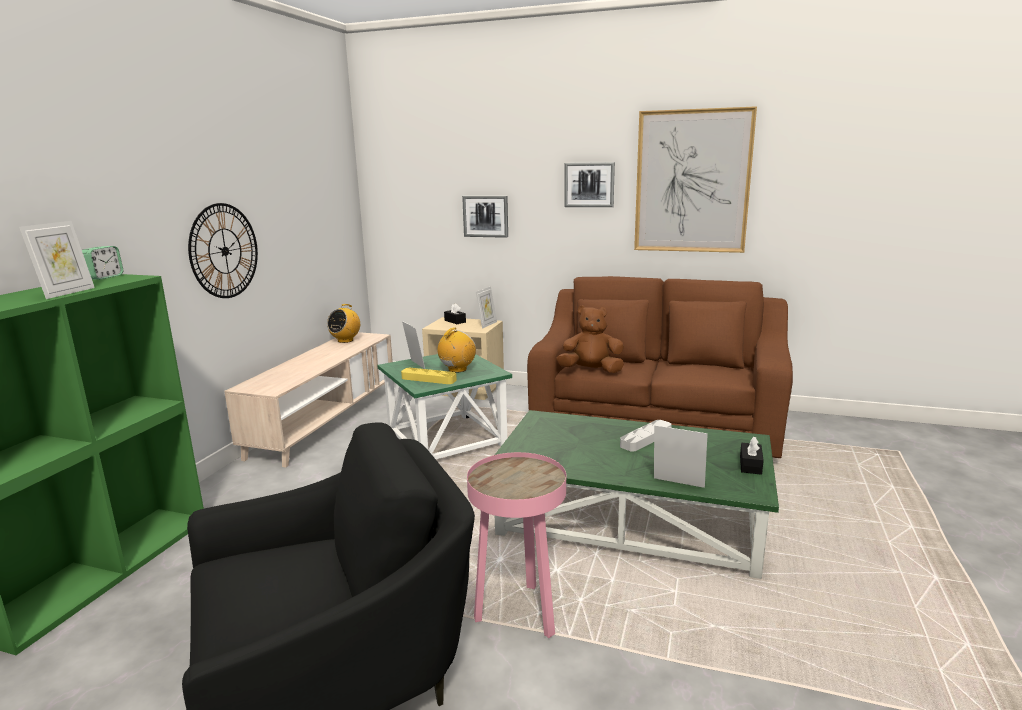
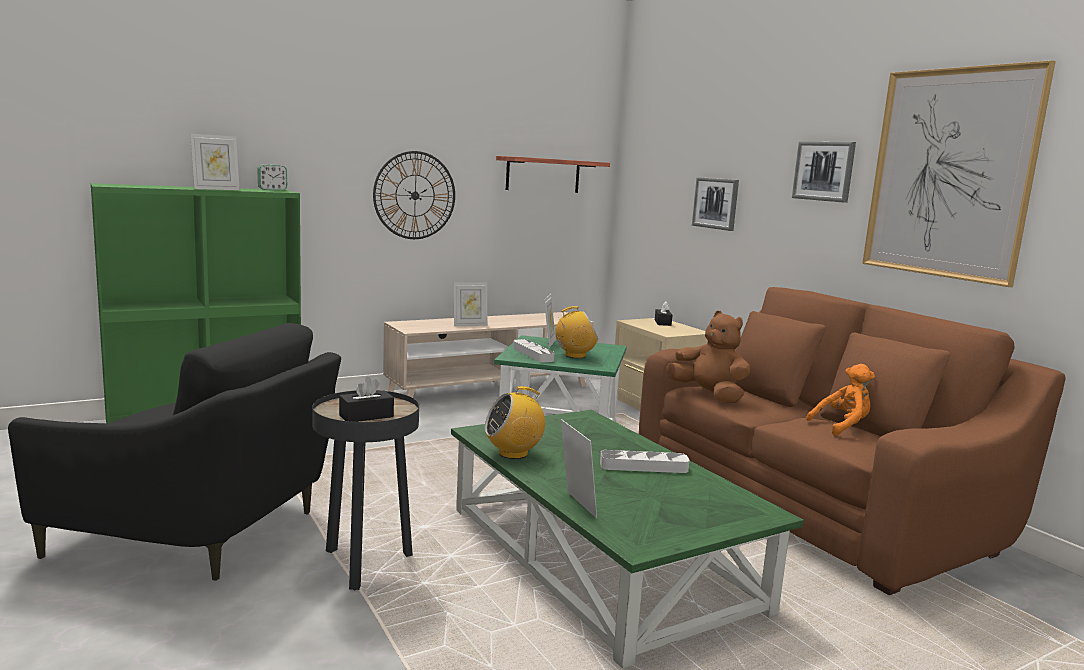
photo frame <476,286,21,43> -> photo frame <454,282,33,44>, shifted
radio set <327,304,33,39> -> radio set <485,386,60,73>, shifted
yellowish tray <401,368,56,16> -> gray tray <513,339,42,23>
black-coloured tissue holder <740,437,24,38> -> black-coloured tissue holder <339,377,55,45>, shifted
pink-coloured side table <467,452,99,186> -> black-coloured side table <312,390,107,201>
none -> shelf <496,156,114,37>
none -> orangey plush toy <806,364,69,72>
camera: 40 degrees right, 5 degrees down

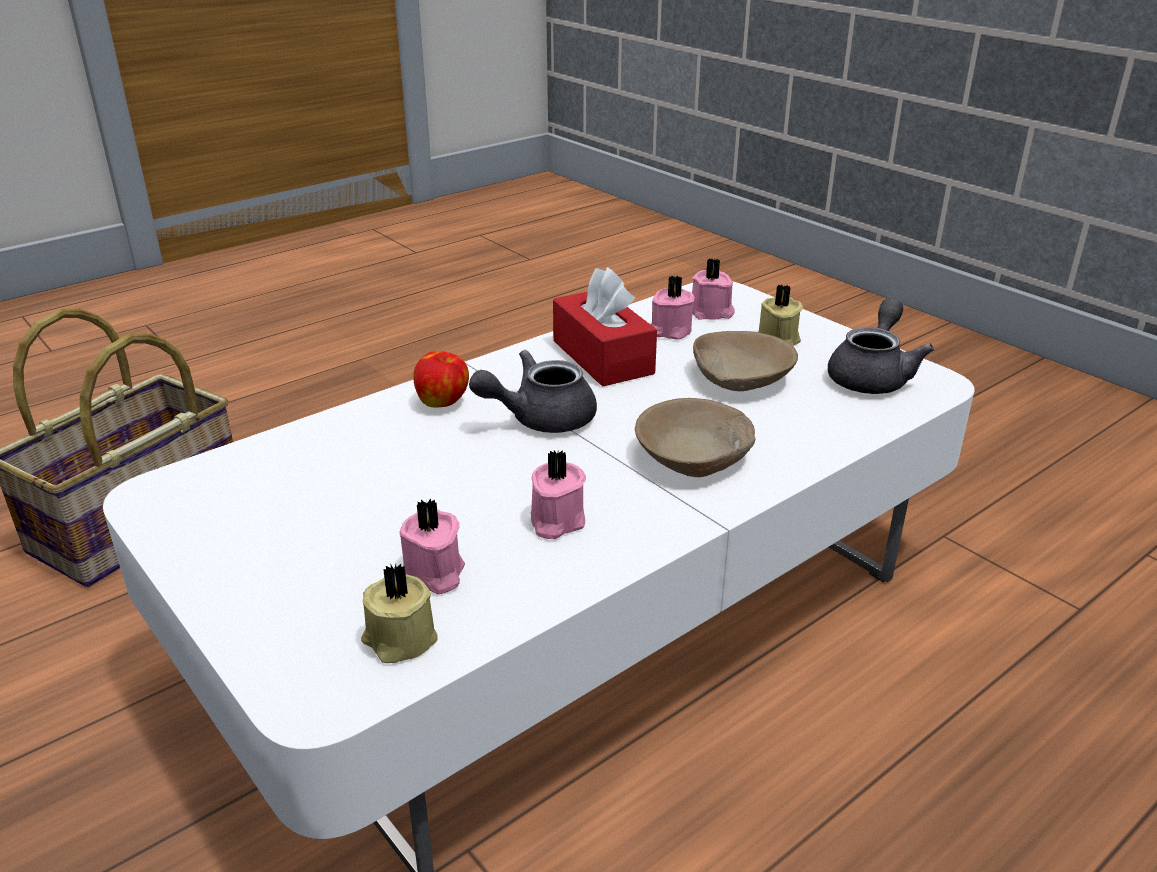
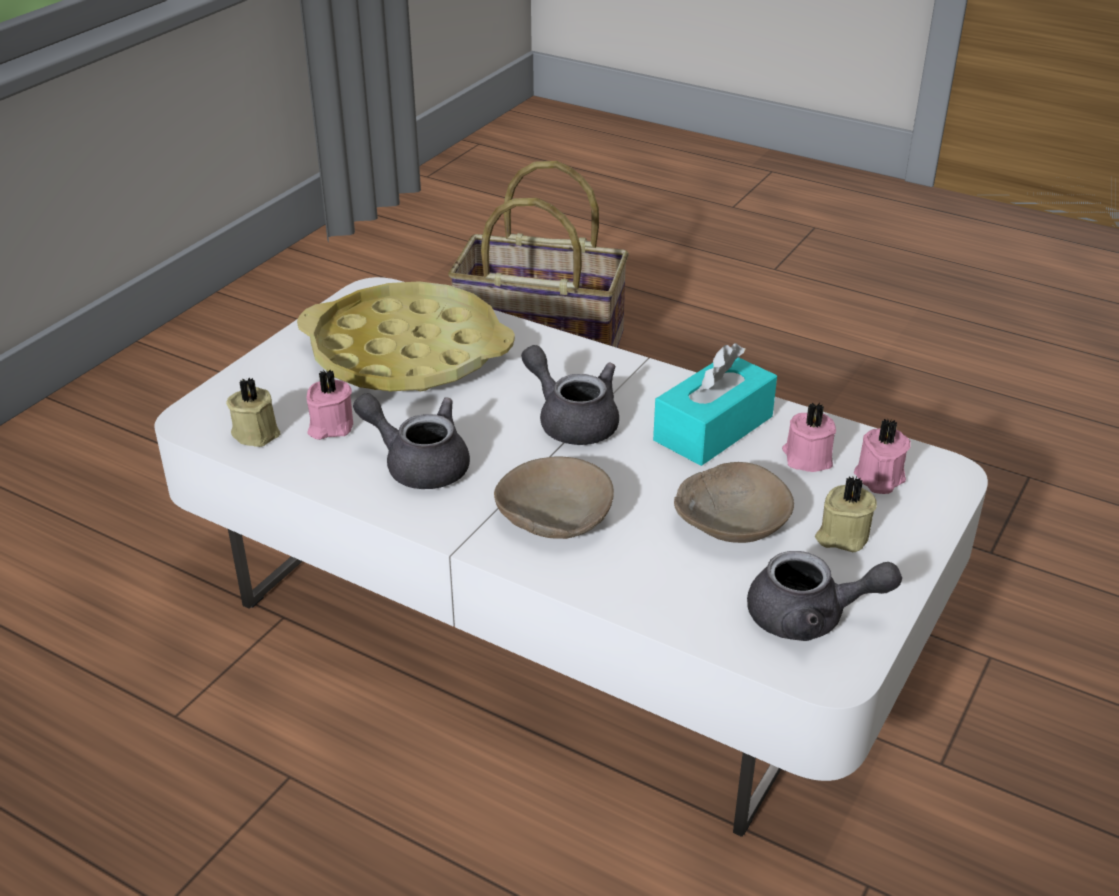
reddish tissue holder <553,267,104,119> -> turquoise tissue holder <653,343,124,123>
apple <413,351,56,57> -> none
pink-coloured wax candle <531,449,55,90> -> gray teapot <353,393,117,96>
none -> yellowish tray <297,281,218,111>
camera: 70 degrees right, 5 degrees up

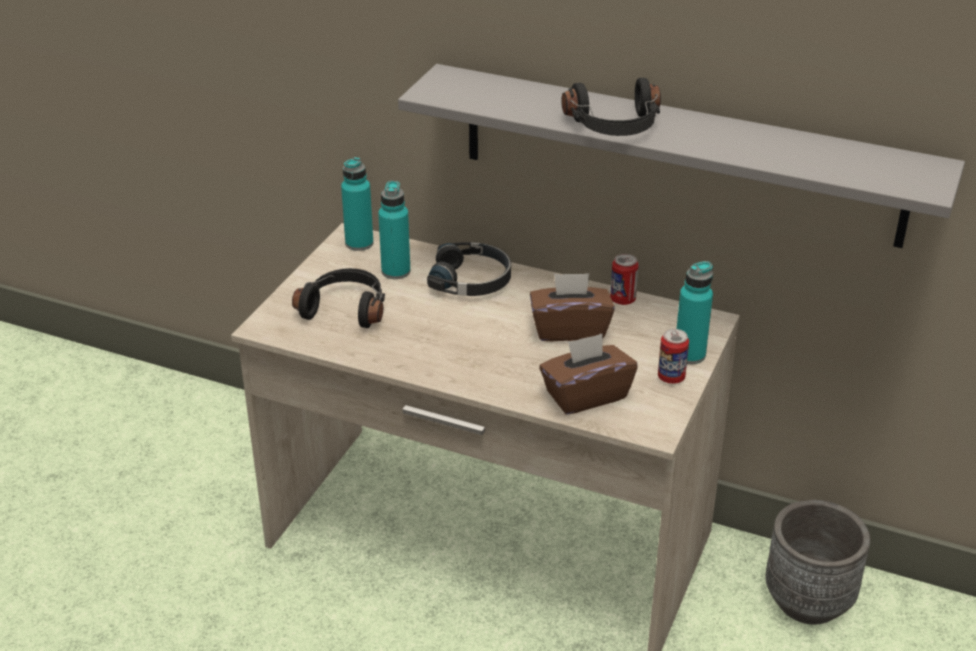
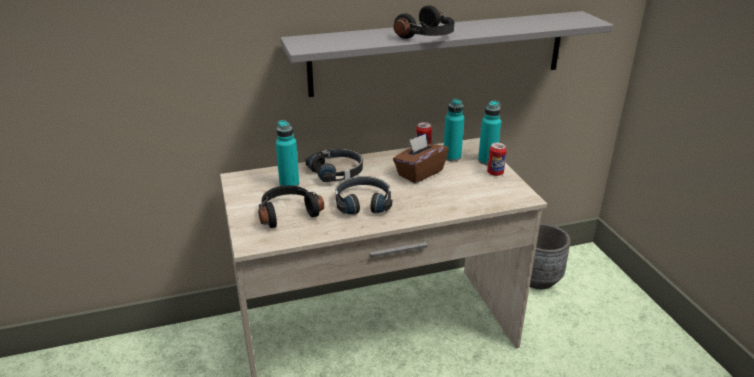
turquoise drink bottle <341,157,32,94> -> turquoise drink bottle <444,98,20,63>, shifted
brown-coloured tissue holder <539,333,99,82> -> none
none -> black-coloured headphones <336,176,56,38>
camera: 40 degrees left, 5 degrees down

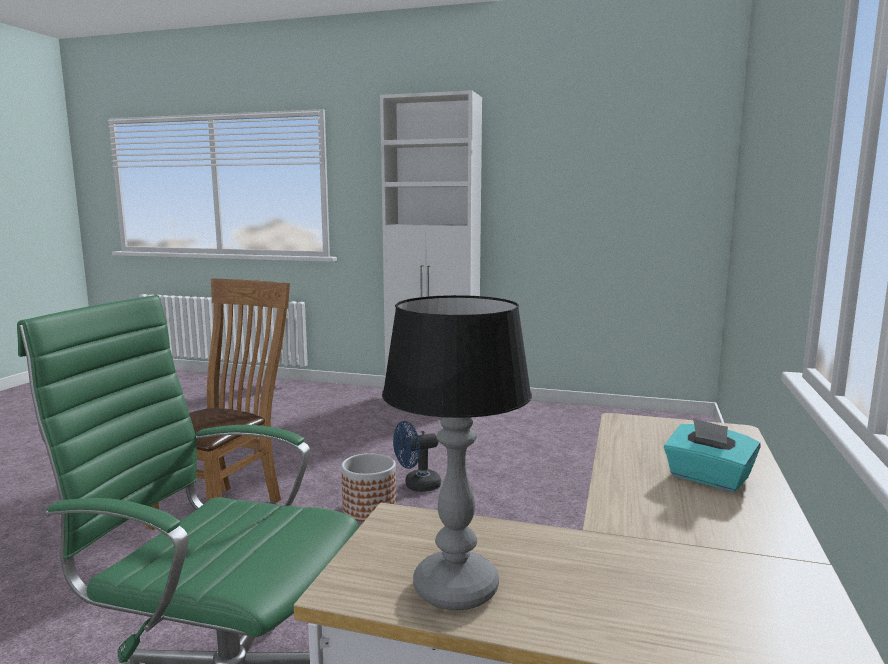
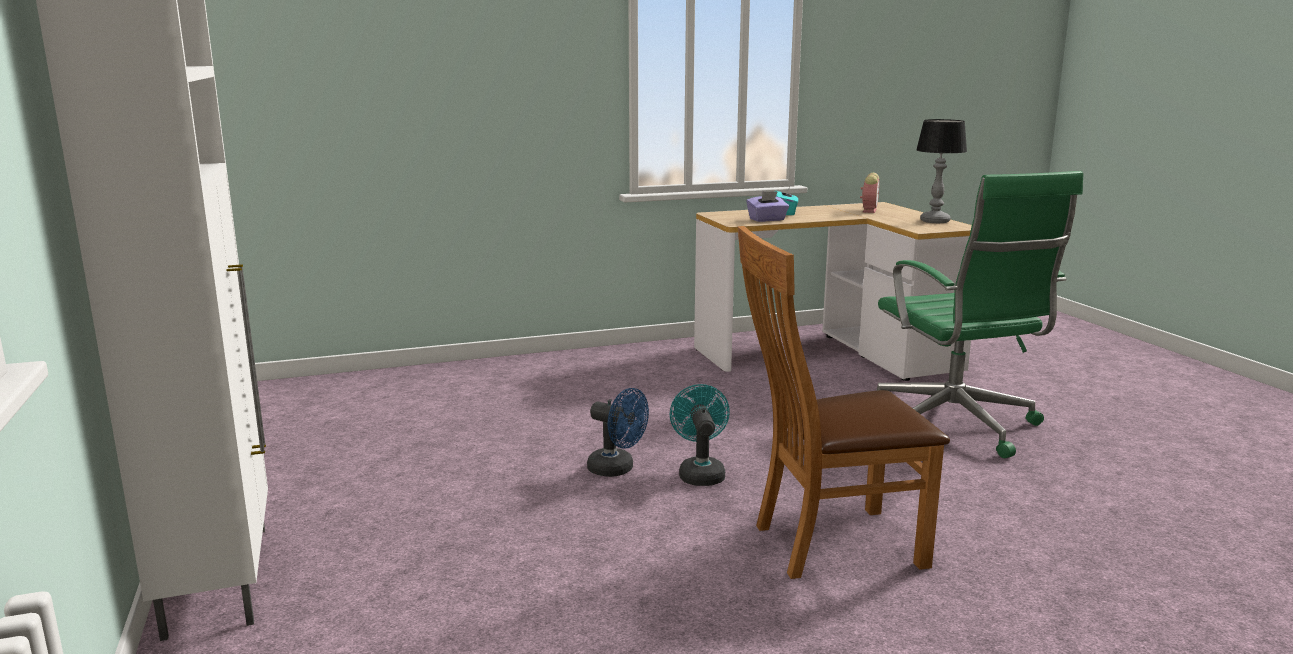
planter <341,453,55,69> -> turquoise fan <670,384,60,102>
none -> alarm clock <860,173,19,40>
none -> purple tissue holder <746,191,43,31>
camera: 125 degrees left, 5 degrees up

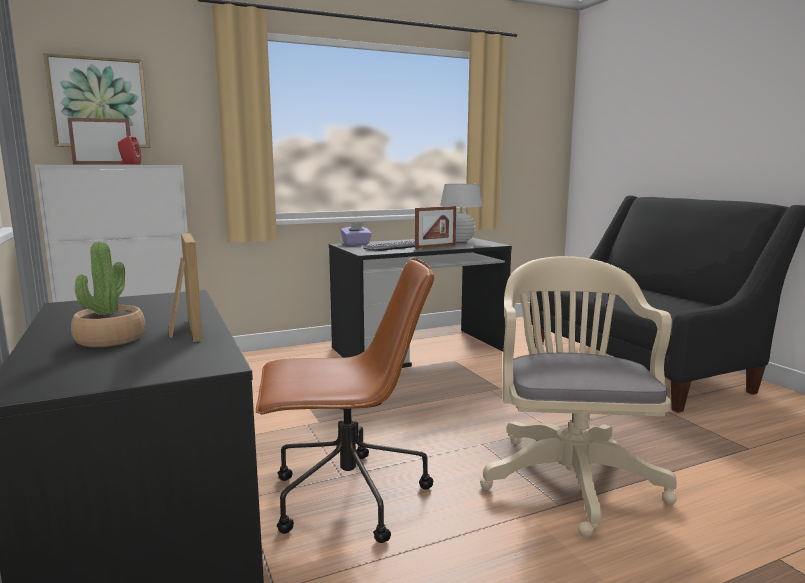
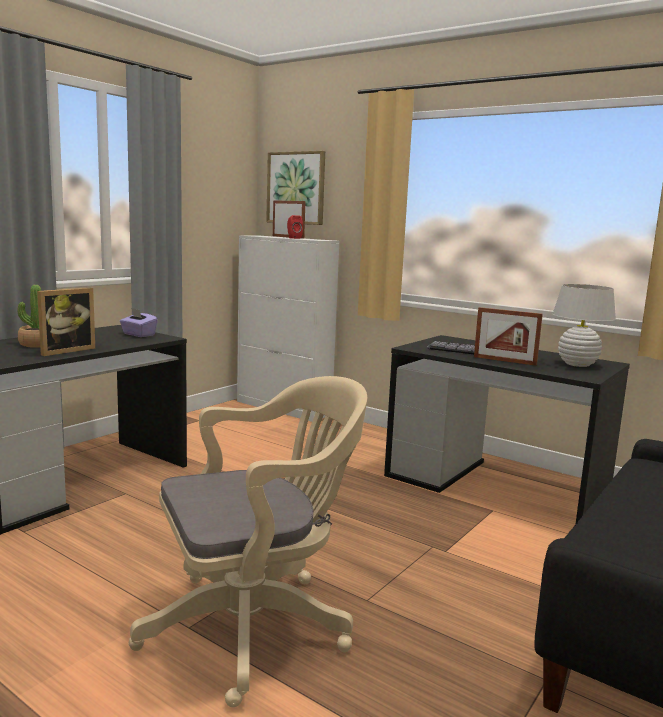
purple tissue holder <340,222,32,23> -> purple tissue holder <120,308,38,29>, shifted
brown-coloured desk chair <256,258,178,285> -> none
camera: 60 degrees right, 0 degrees up

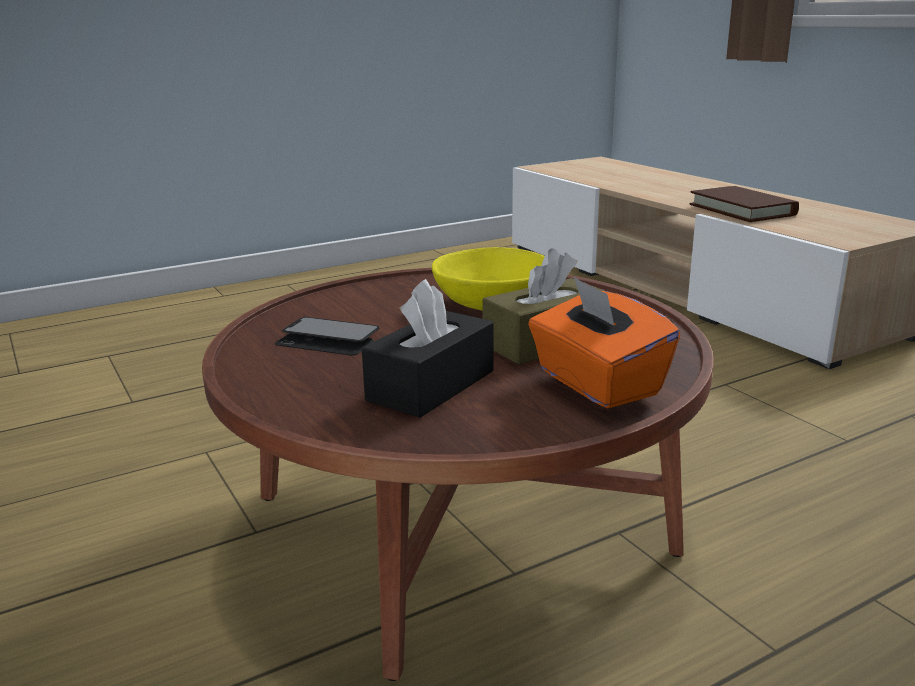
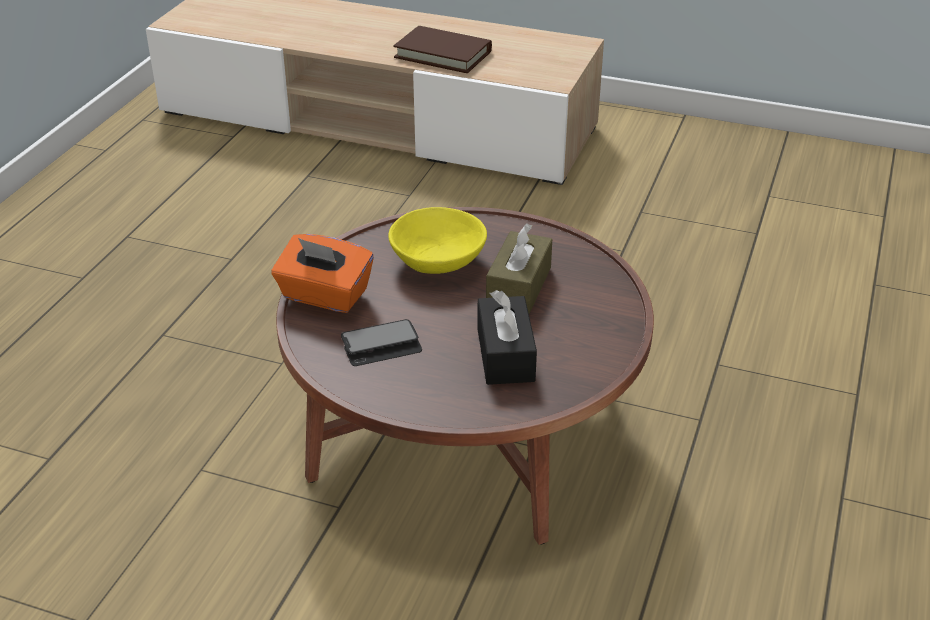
orangey tissue holder <528,277,152,131> -> orangey tissue holder <271,234,103,79>, shifted
camera: 40 degrees left, 15 degrees up

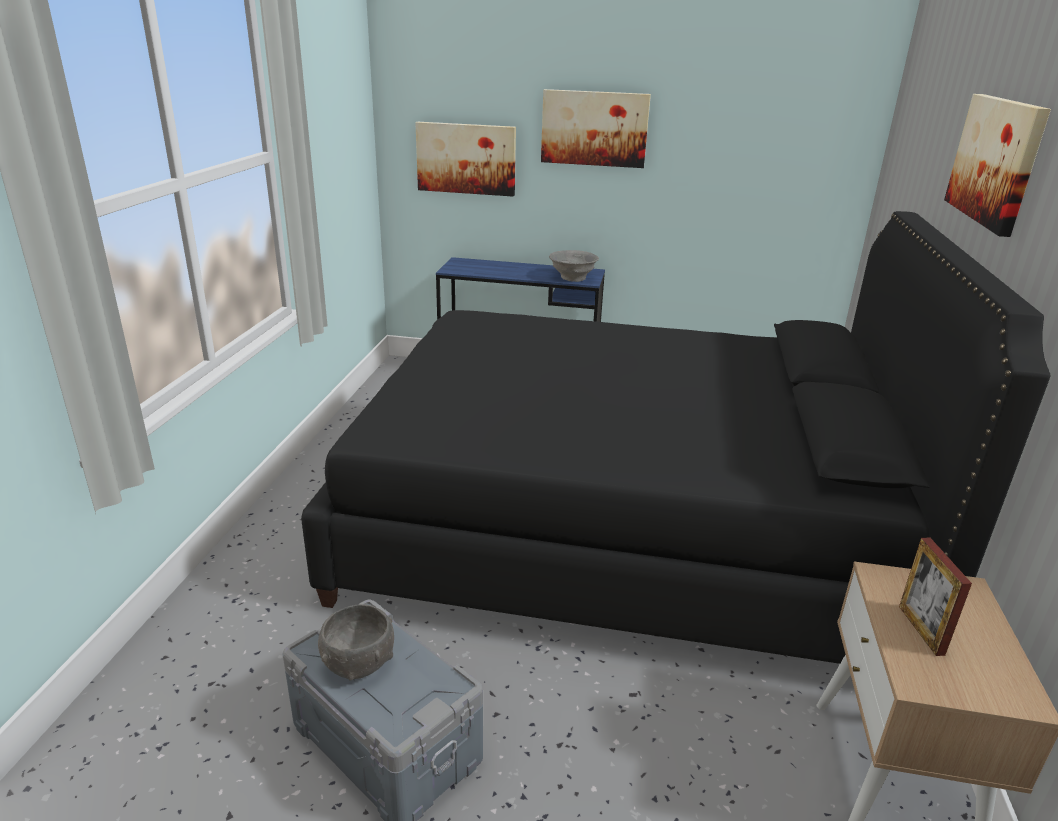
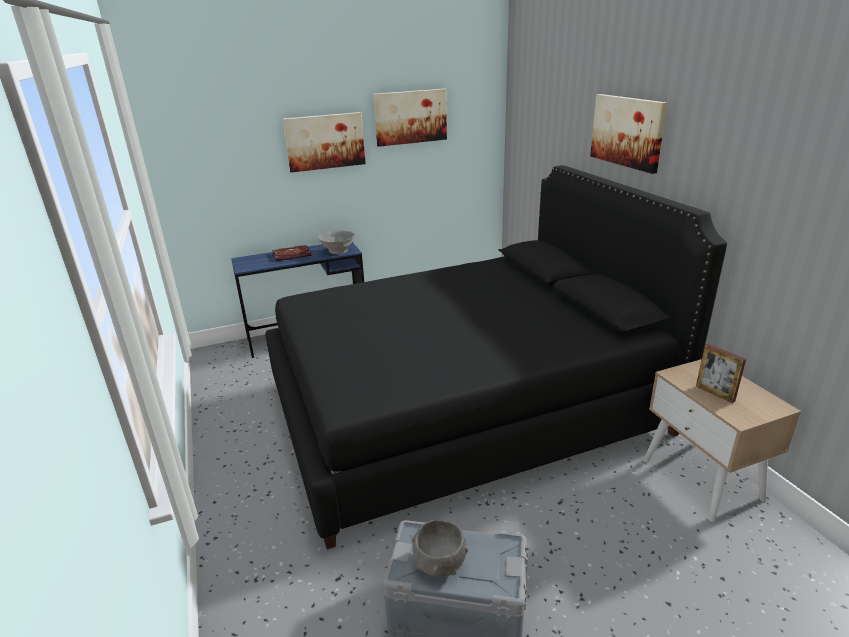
picture <415,122,101,75> -> picture <373,89,74,58>, shifted
none -> book <272,245,40,16>
camera: 30 degrees left, 0 degrees up

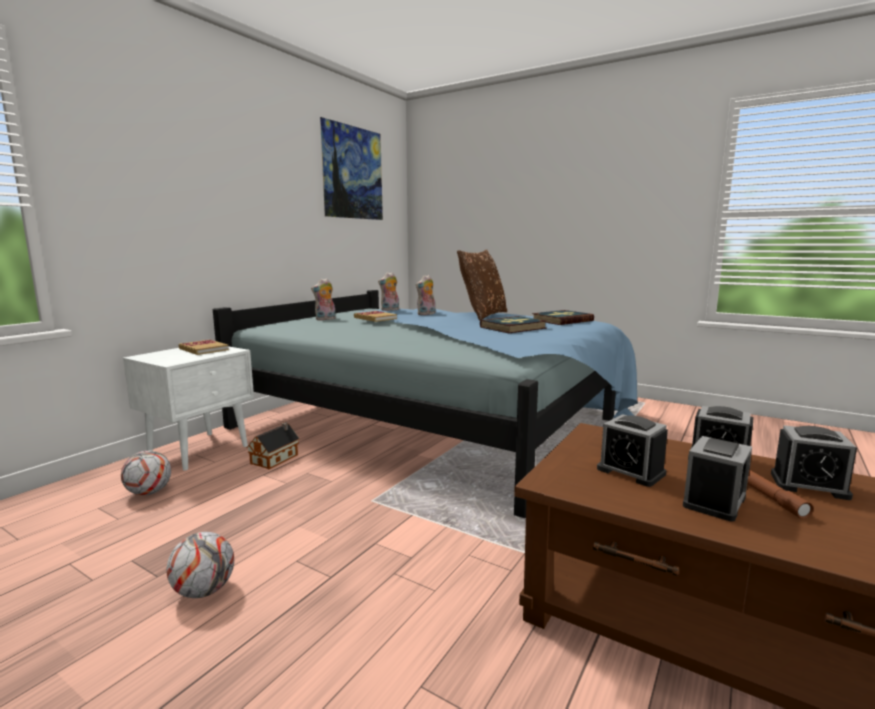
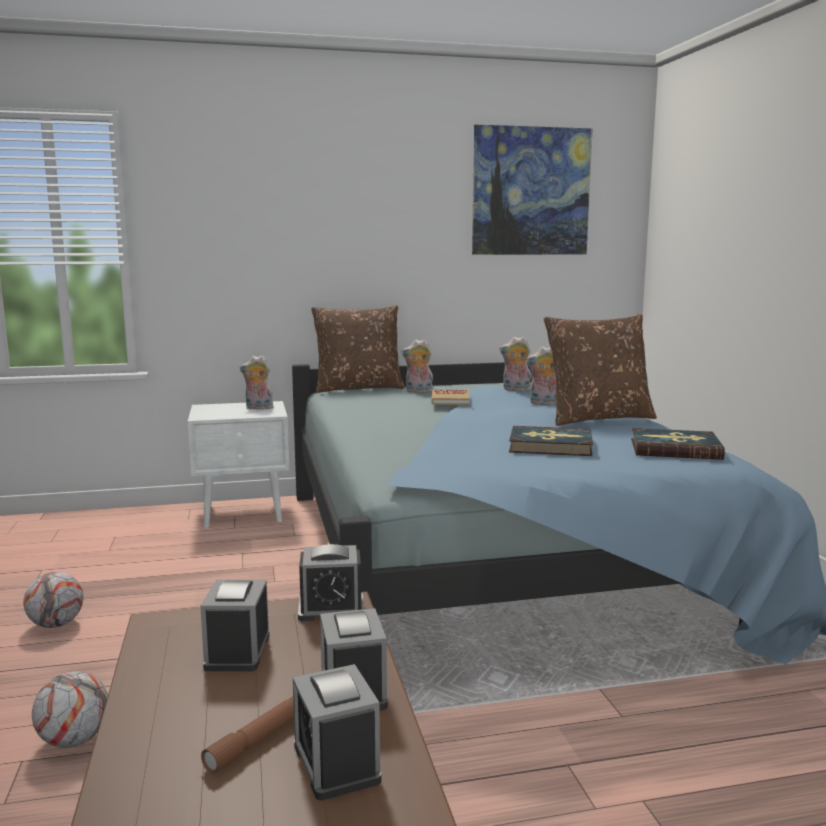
book <179,340,50,15> -> plush toy <240,355,35,54>
miniature house <247,422,53,47> -> none
alarm clock <683,436,69,86> -> alarm clock <298,544,66,77>, shifted
ball for football <121,450,50,45> -> ball for football <32,671,76,77>, shifted
none -> brown-coloured throw pillow <311,305,94,88>
camera: 45 degrees right, 0 degrees up

